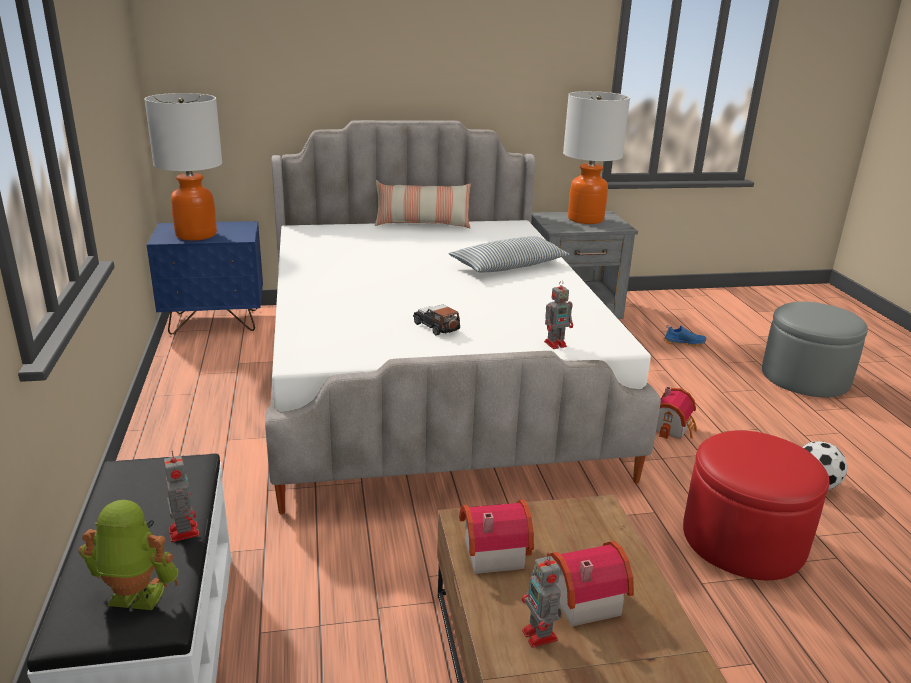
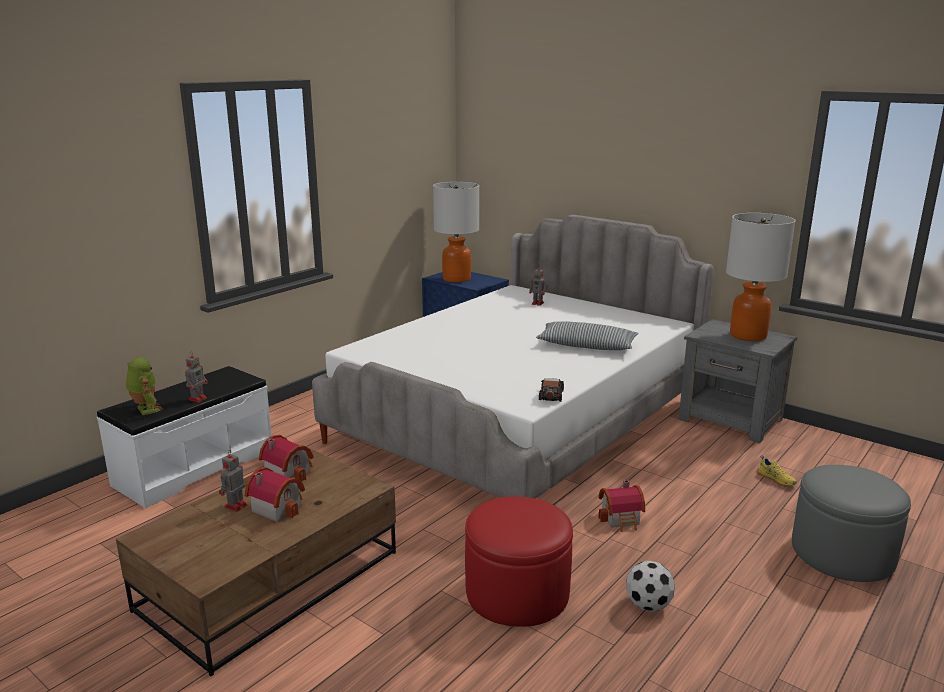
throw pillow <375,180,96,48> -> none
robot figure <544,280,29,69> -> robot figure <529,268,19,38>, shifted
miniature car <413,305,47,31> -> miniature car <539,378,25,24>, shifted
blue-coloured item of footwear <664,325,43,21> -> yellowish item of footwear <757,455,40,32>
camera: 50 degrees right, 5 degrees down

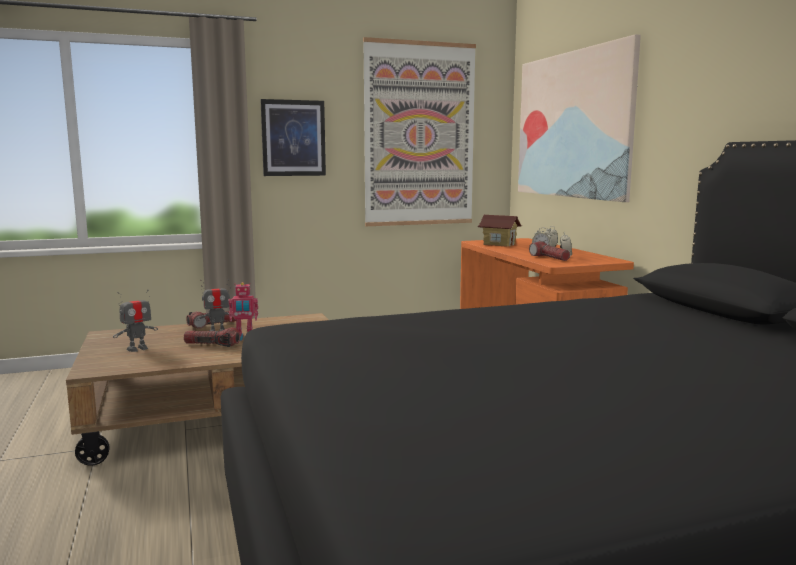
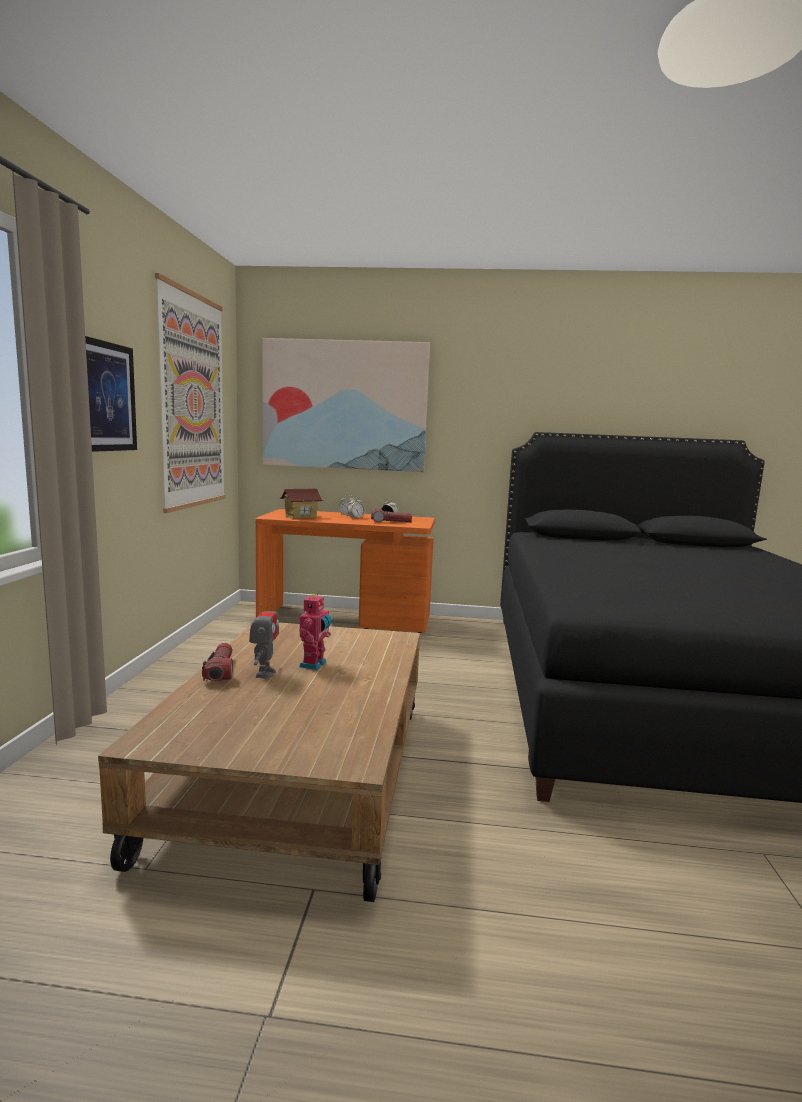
robot figure <113,290,45,62> -> none
flashlight <184,327,56,20> -> none
camera: 65 degrees left, 0 degrees up

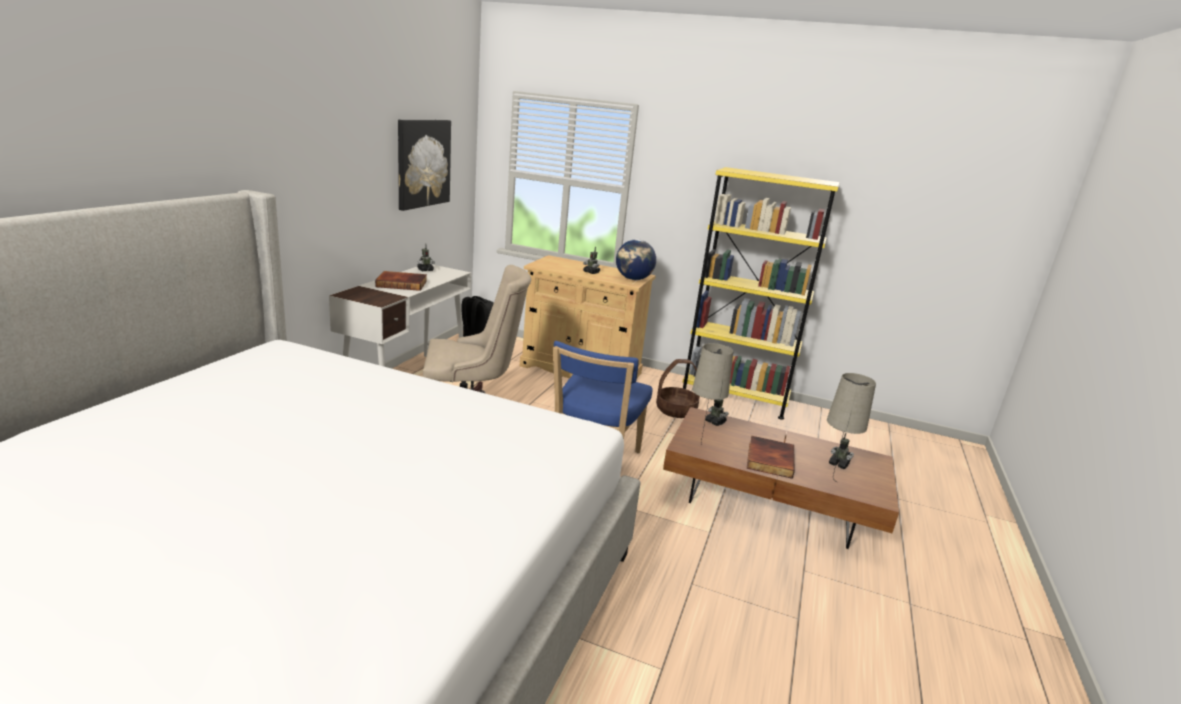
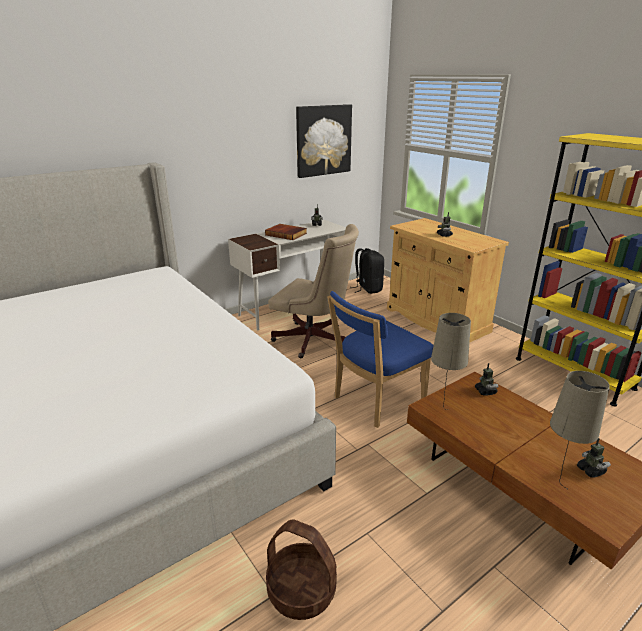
desk globe <616,239,40,41> -> none
basket <656,359,44,59> -> basket <266,519,71,101>, shifted
book <747,436,48,43> -> none
camera: 35 degrees right, 5 degrees up

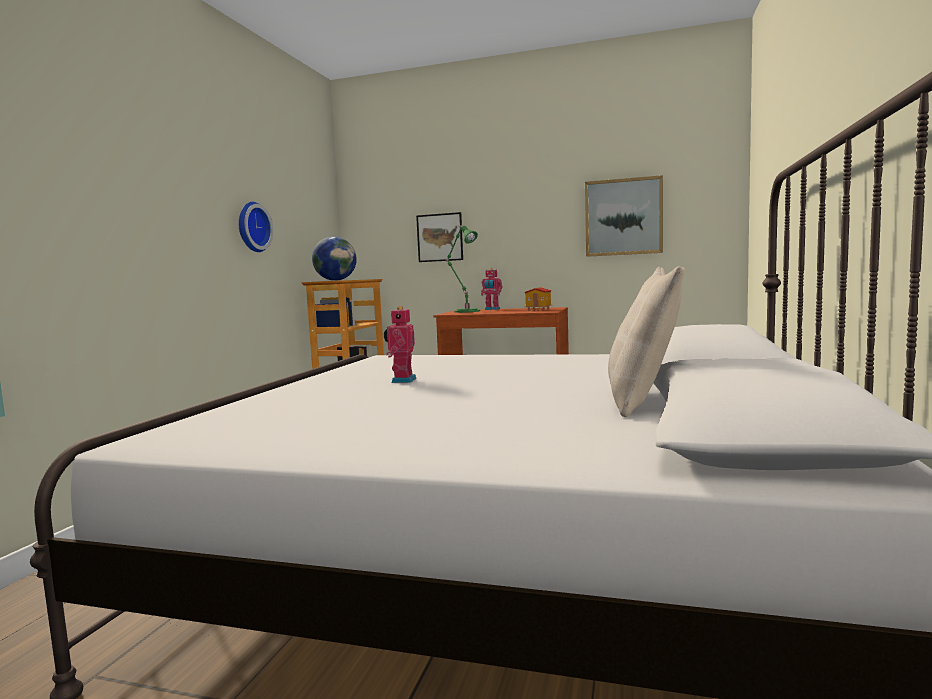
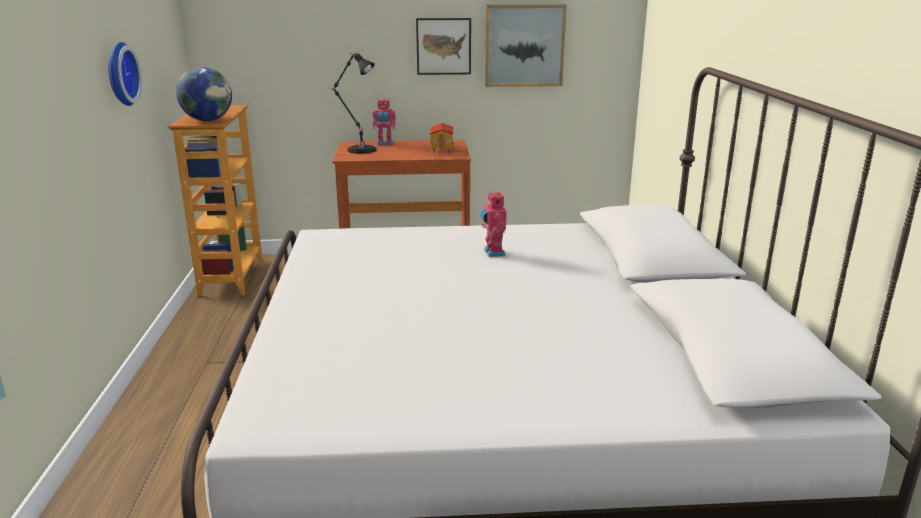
picture <416,212,47,50> -> picture <416,18,55,57>, shifted
green-coloured tabletop lamp <445,225,35,88> -> black-coloured tabletop lamp <332,52,45,102>
beige throw pillow <608,266,77,151> -> none
robot figure <384,306,33,77> -> robot figure <480,191,27,66>, shifted
camera: 20 degrees left, 15 degrees up

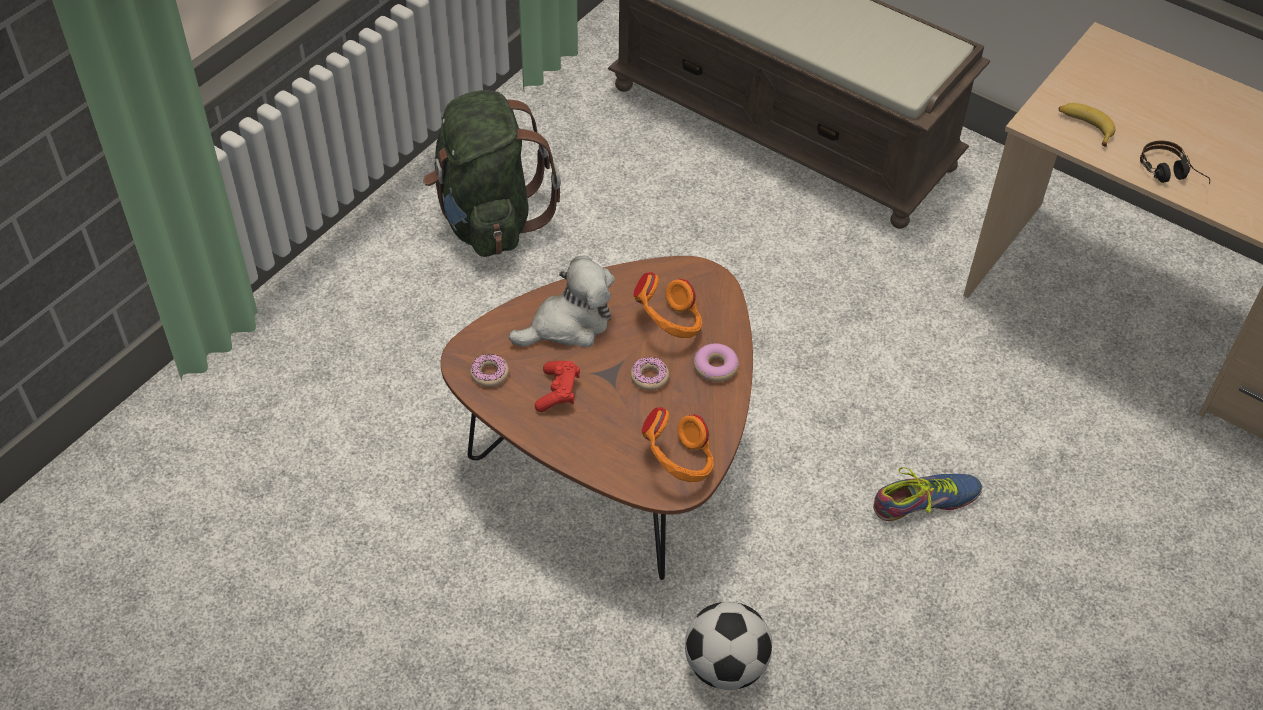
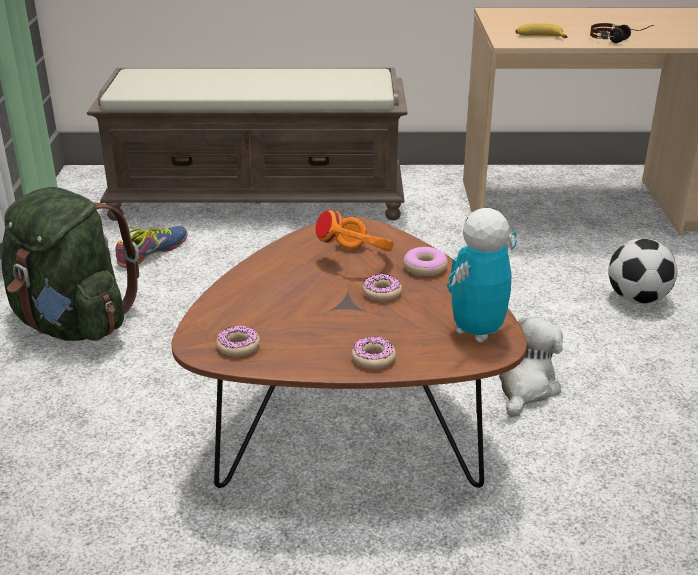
plush toy <509,256,106,91> -> plush toy <499,318,64,99>, shifted
reddish joypad <535,361,45,51> -> none
orangey headphones <642,407,72,75> -> robot figure <447,208,70,135>
item of footwear <873,467,109,54> -> item of footwear <116,226,72,42>, shifted
ball for football <685,602,87,88> -> ball for football <608,239,70,65>, shifted
none -> donut <352,337,44,32>
camera: 35 degrees left, 20 degrees down

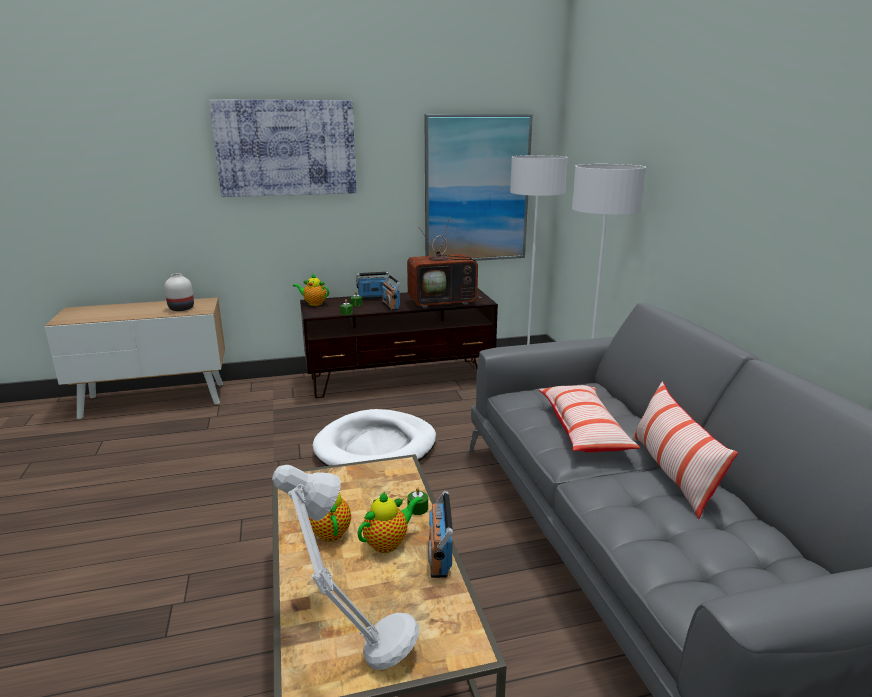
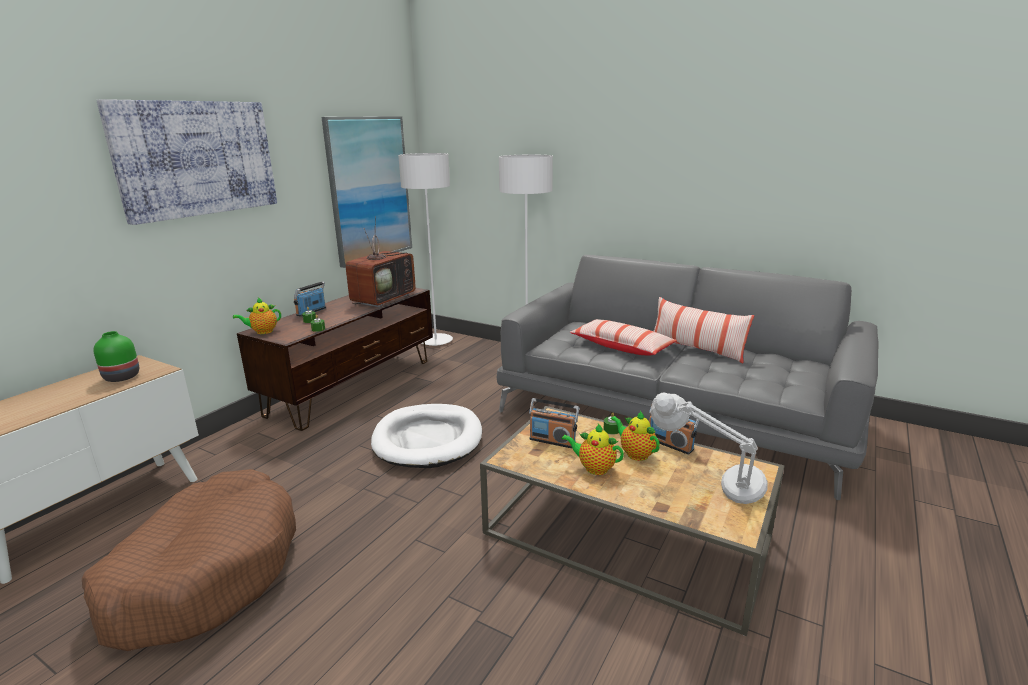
white-coloured vase <164,273,30,38> -> green-coloured vase <94,331,45,51>
radio set <382,275,19,35> -> radio set <529,398,50,50>, shifted
teapot <358,492,65,61> -> teapot <610,411,50,50>, 45 degrees counterclockwise
none -> brown-coloured dog bed <82,469,214,182>
camera: 45 degrees left, 0 degrees up

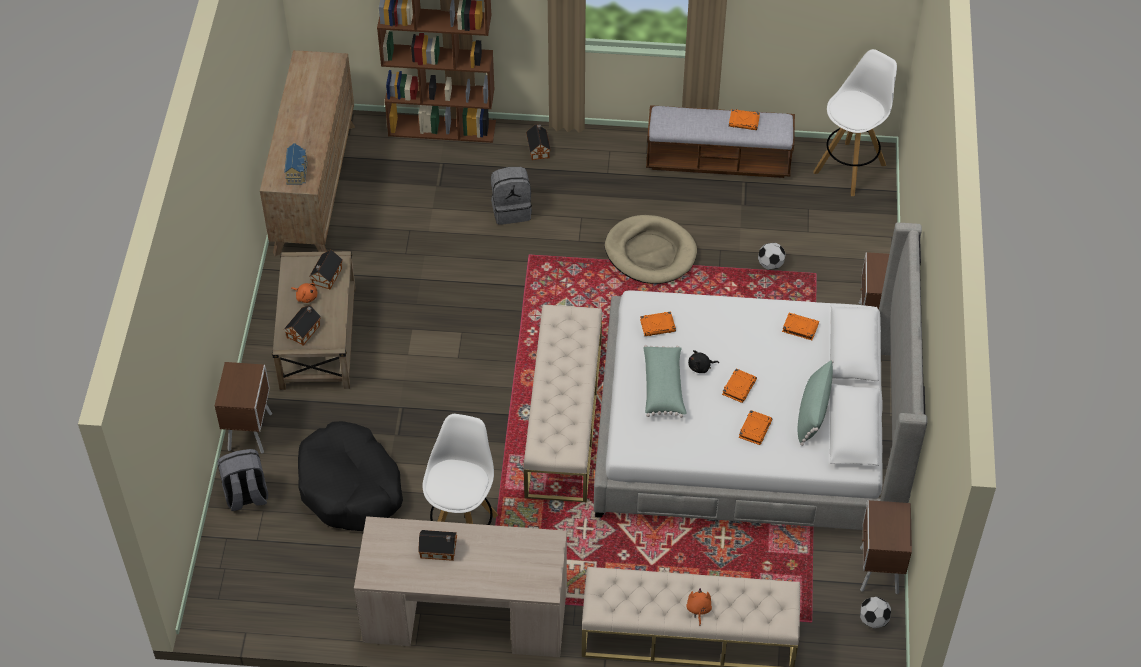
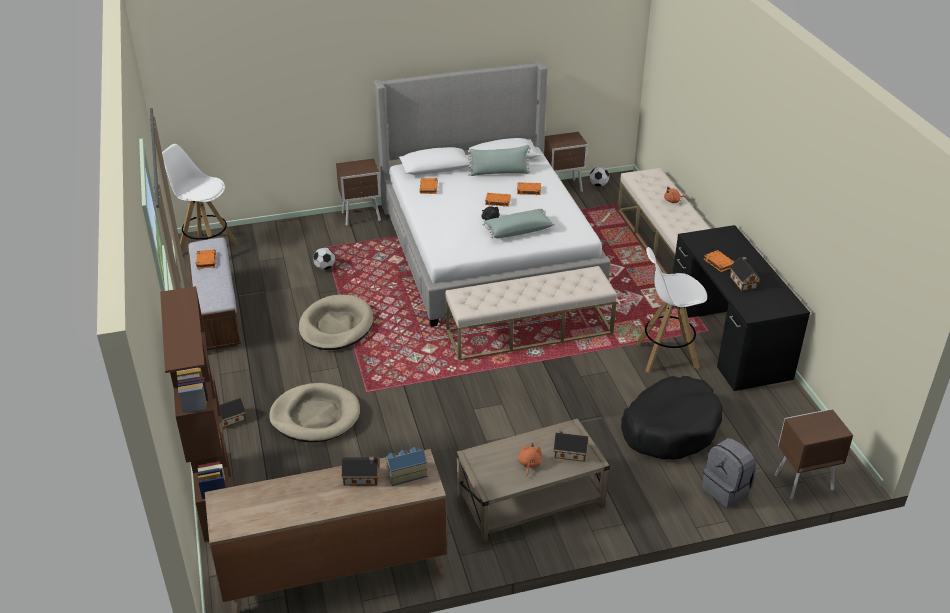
gray backpack <491,167,41,58> -> beige dog bed <269,383,91,59>
miniature house <309,250,34,39> -> miniature house <342,457,38,29>, shifted
orangey book <640,312,36,24> -> orangey book <704,250,30,22>, shifted
brown-coloured night table <215,362,57,91> -> brown-coloured night table <774,409,79,90>, shifted
beige desk table <354,516,213,141> -> black-coloured desk table <673,225,137,166>
camera: 110 degrees left, 15 degrees down

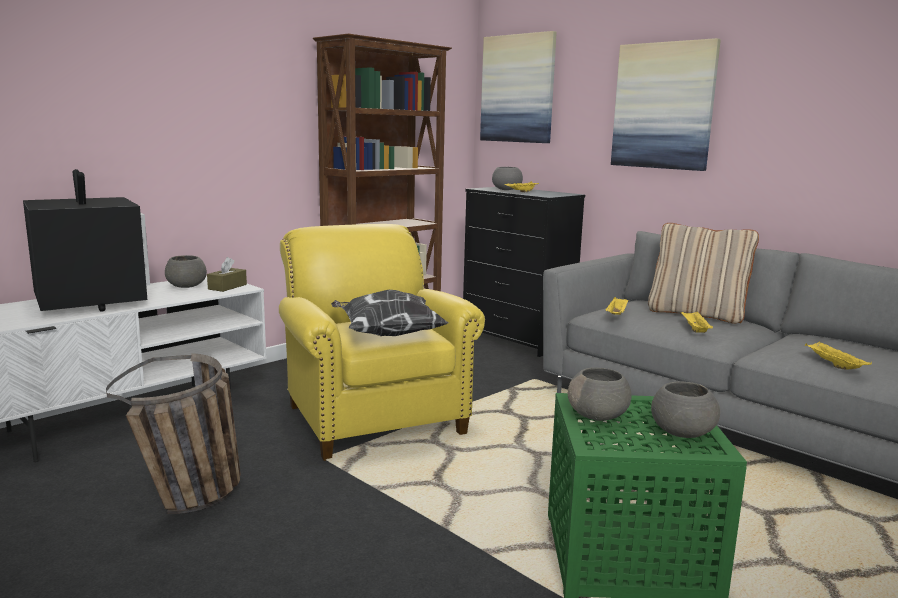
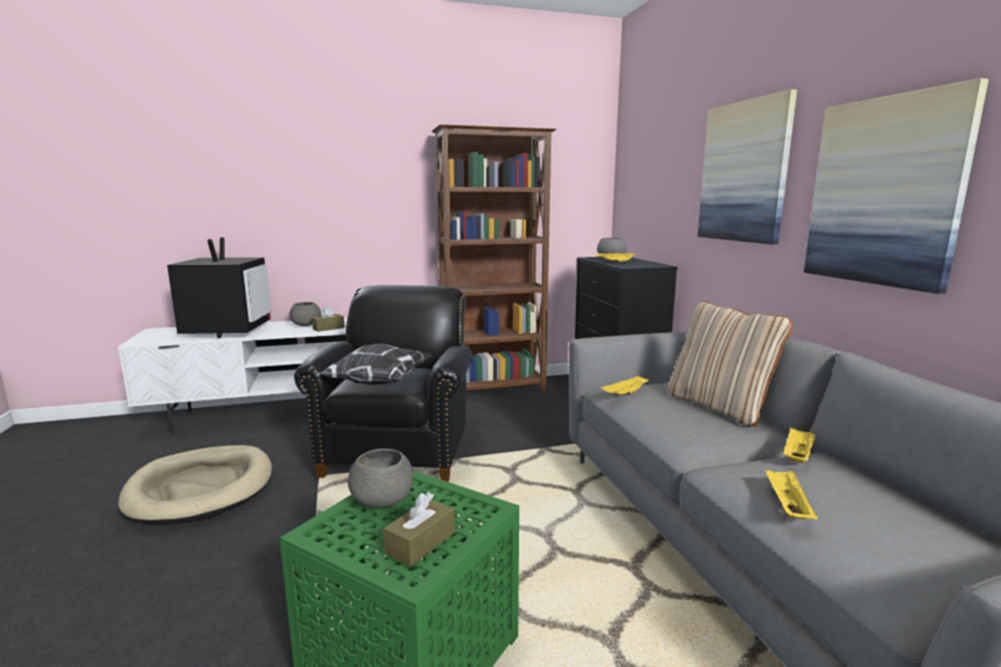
picture <480,31,77,112> -> picture <804,78,185,216>, shifted
yellowish easy chair <279,224,206,237> -> black-coloured easy chair <294,285,178,197>
yellowish tray <681,312,32,21> -> yellowish tray <783,427,32,36>, shifted
basket <106,353,135,161> -> beige dog bed <118,445,154,79>
gray deep dish <651,381,69,57> -> brown-coloured tissue holder <383,492,72,75>
camera: 30 degrees right, 0 degrees up

